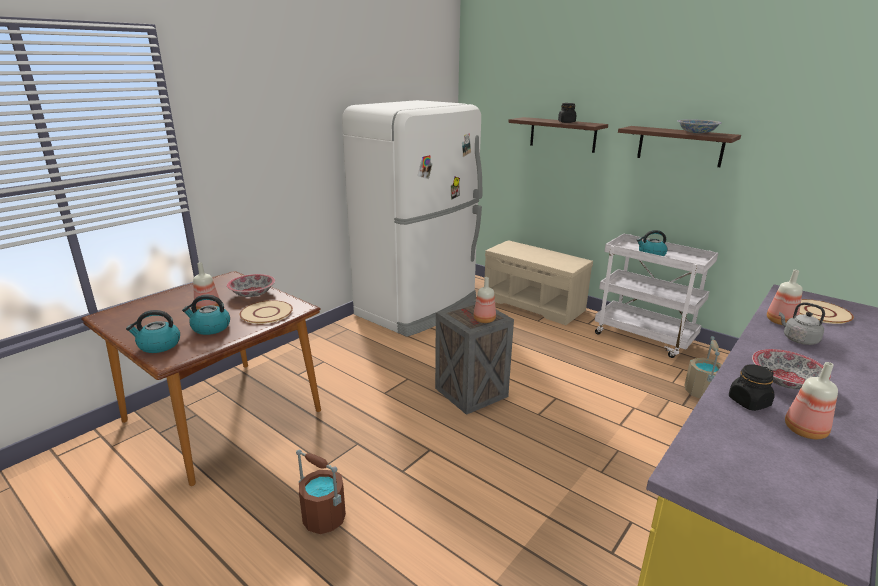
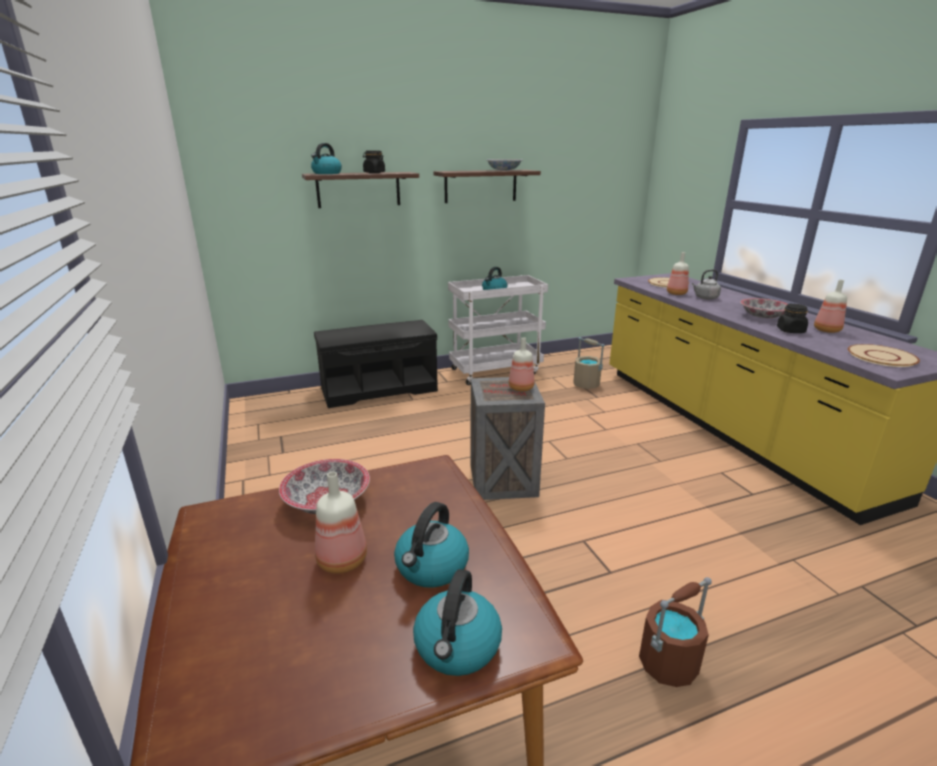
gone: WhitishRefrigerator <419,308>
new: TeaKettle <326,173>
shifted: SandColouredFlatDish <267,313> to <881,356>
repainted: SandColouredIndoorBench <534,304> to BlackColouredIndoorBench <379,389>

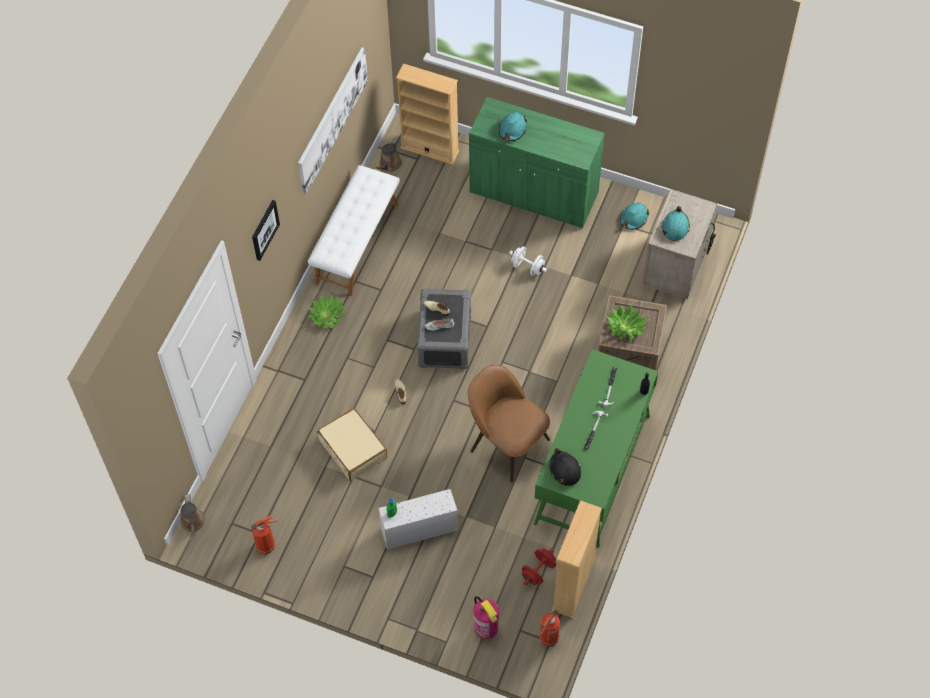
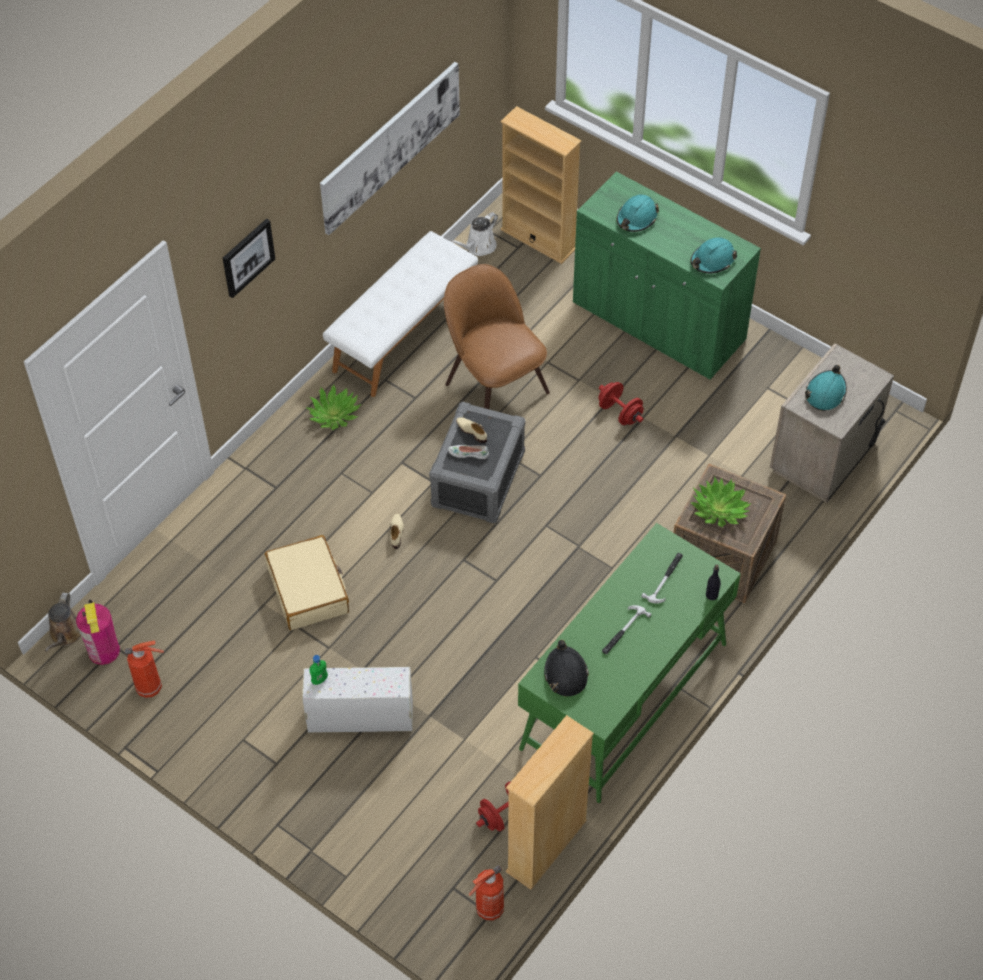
shifted: Extinguisher <486,627> to <104,650>; BrownUprightChair <507,443> to <494,385>; TurquoiseColouredSafetyHelmet <633,218> to <712,260>
repainted: BrownWateringCan <389,165> to WhitishWateringCan <478,247>; WhitishDumbbell <527,267> to ReddishDumbbell <620,413>

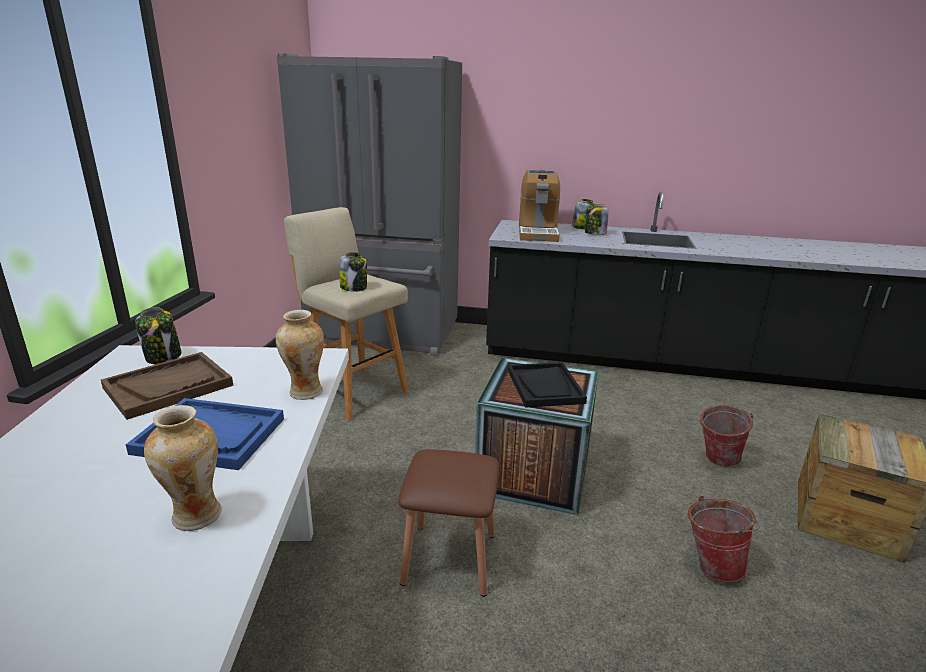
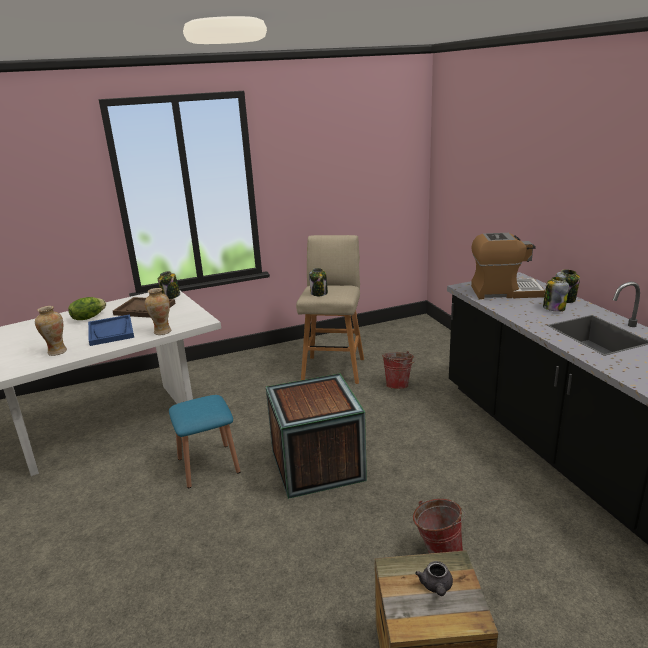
gone: GrayRefrigerator <382,334>; BlackColouredTray <545,386>
new: LettuceHead <88,317>; GrayTeaPot <436,587>
shifted: Bucket <711,564> to <398,385>
repainted: BrownStoolSeat <449,558> to BlueColouredStoolSeat <208,465>
rotated: CoffeeBrewer <537,233> = <504,292> 150 degrees counterclockwise

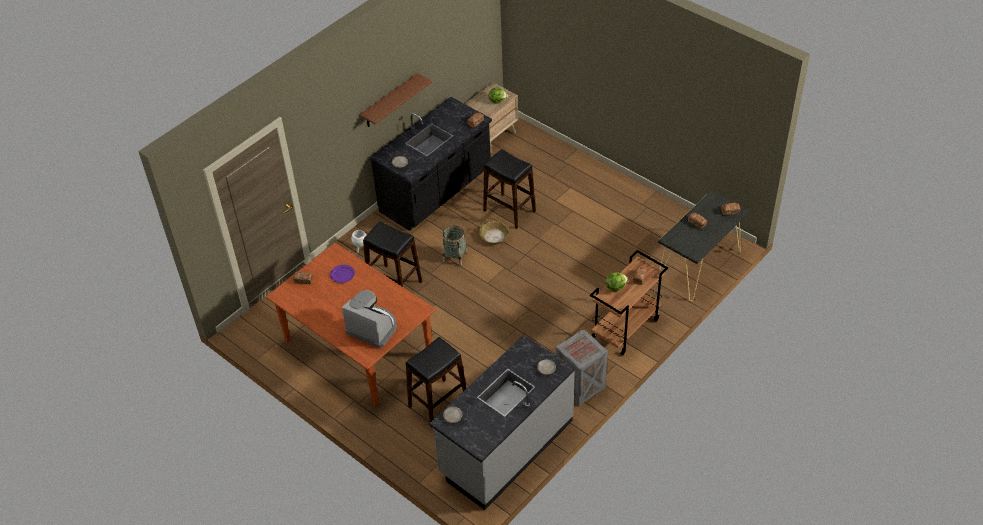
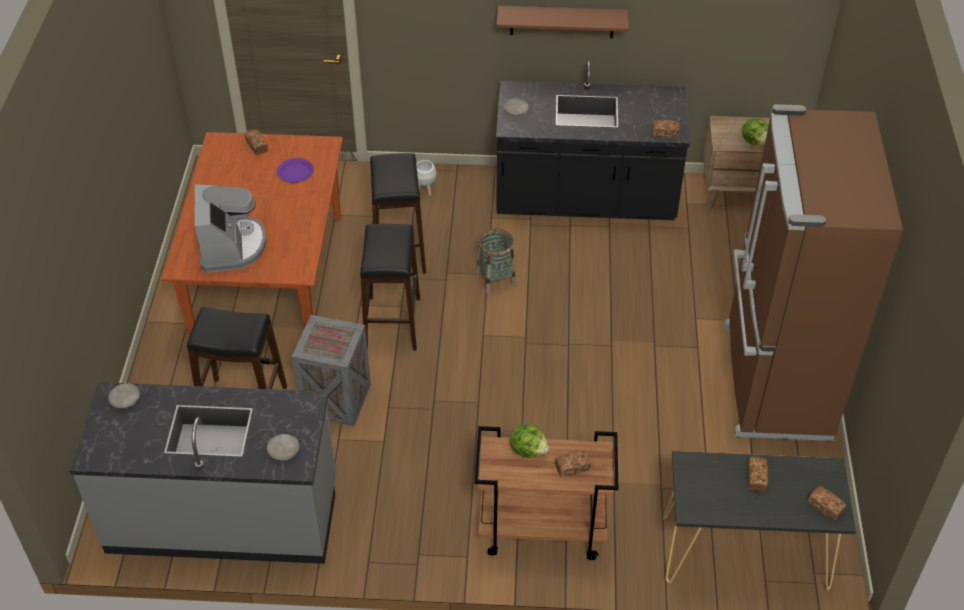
gone: Basket <494,236>
new: BrownRefrigerator <773,382>
shifted: ShippingCrate <581,385> to <337,401>; BlackColouredStoolSeat <509,211> to <392,323>

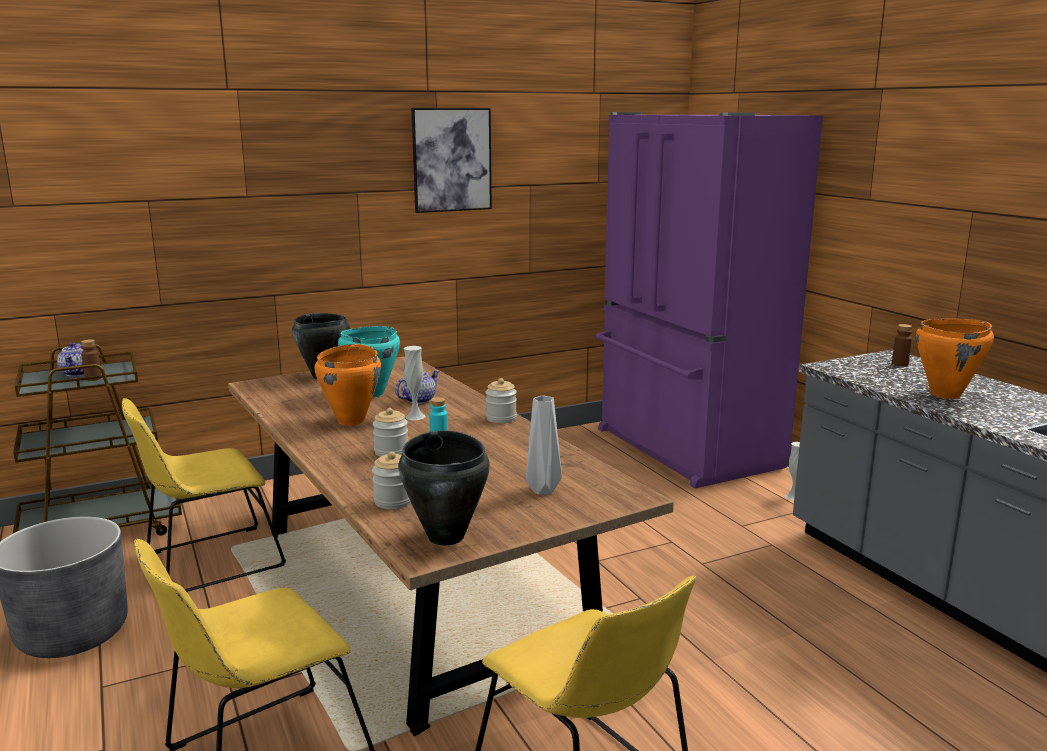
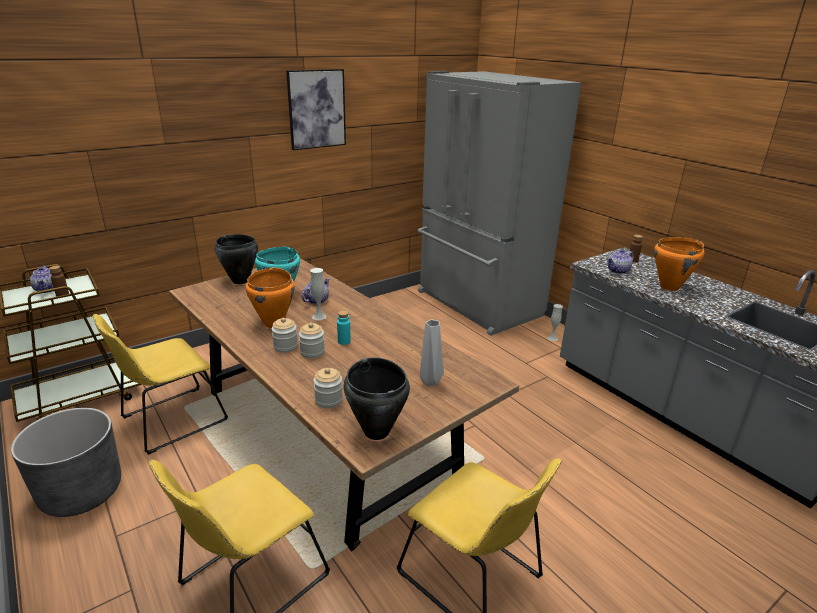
new: TeaPot <618,271>
shifted: PreserveJar <501,418> to <285,346>
repainted: PurplishRefrigerator <684,449> to GrayRefrigerator <477,304>

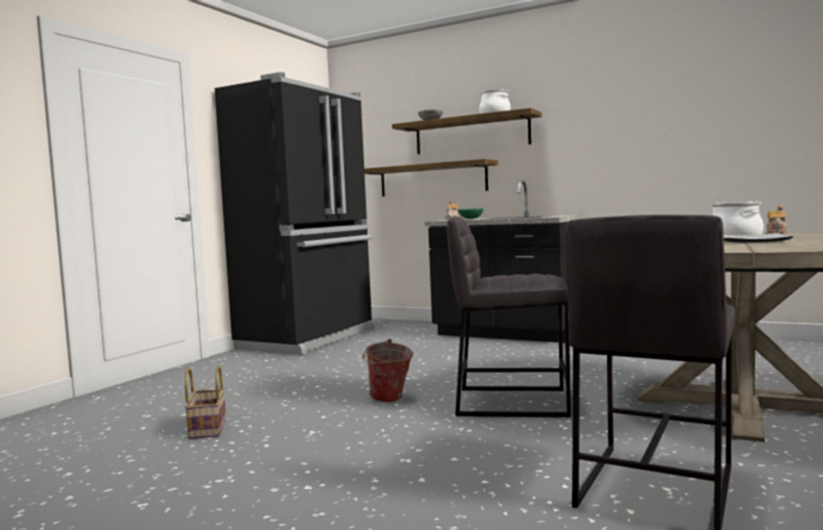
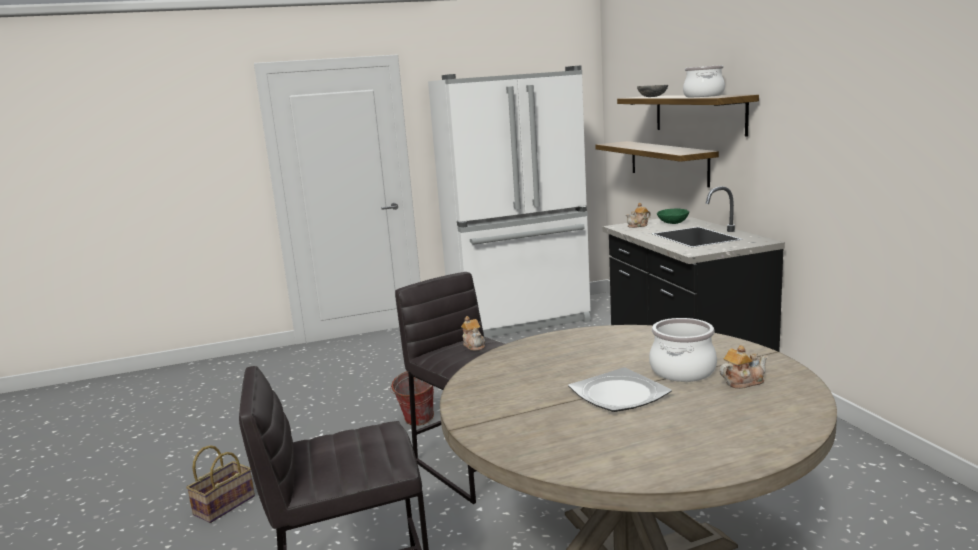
new: TeaPot <474,345>
shifted: Basket <207,428> to <225,504>
repainted: BlackColouredRefrigerator <310,339> to WhitishRefrigerator <520,321>

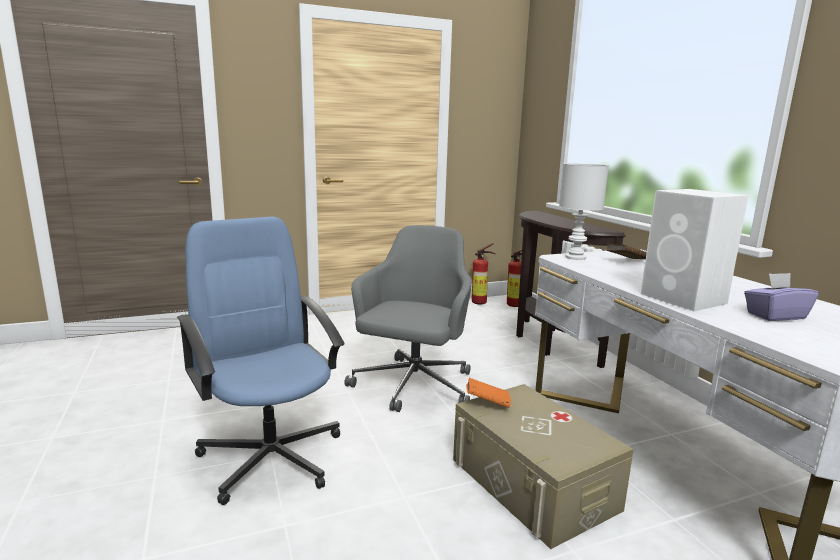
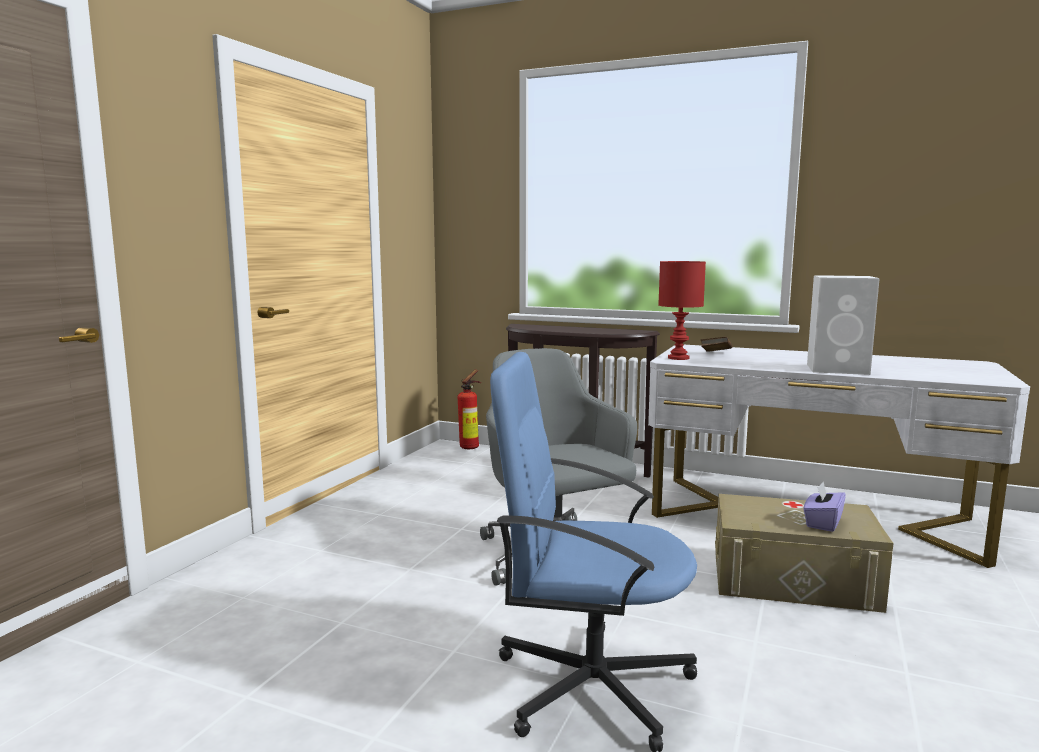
gone: OrangeColouredBook <487,403>; Extinguisher <481,302>
shifted: PurplishTissueBox <775,316> to <822,523>
repainted: WhitishTableLamp <575,257> to ReddishTableLamp <678,358>

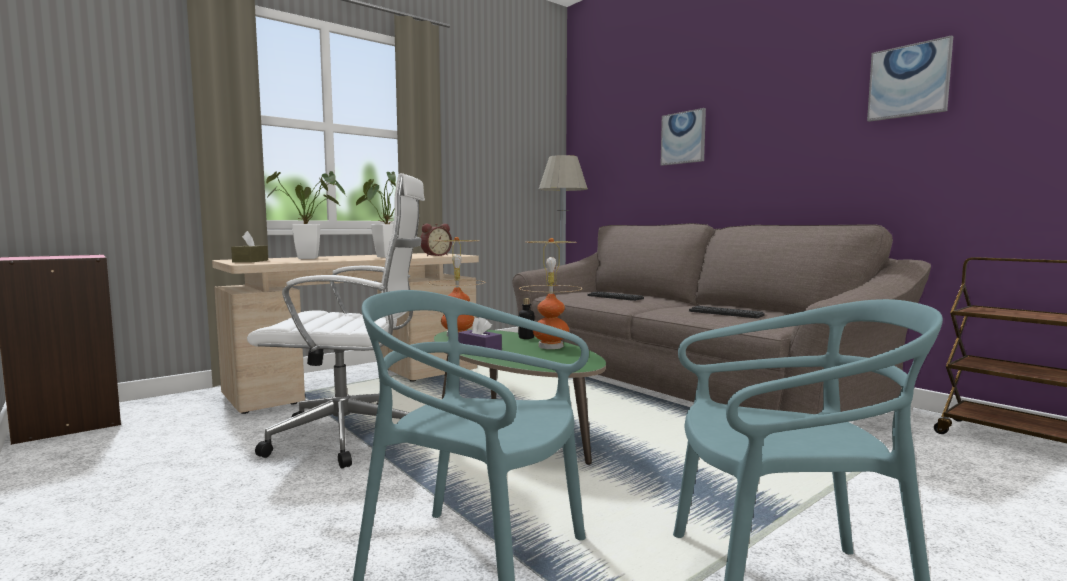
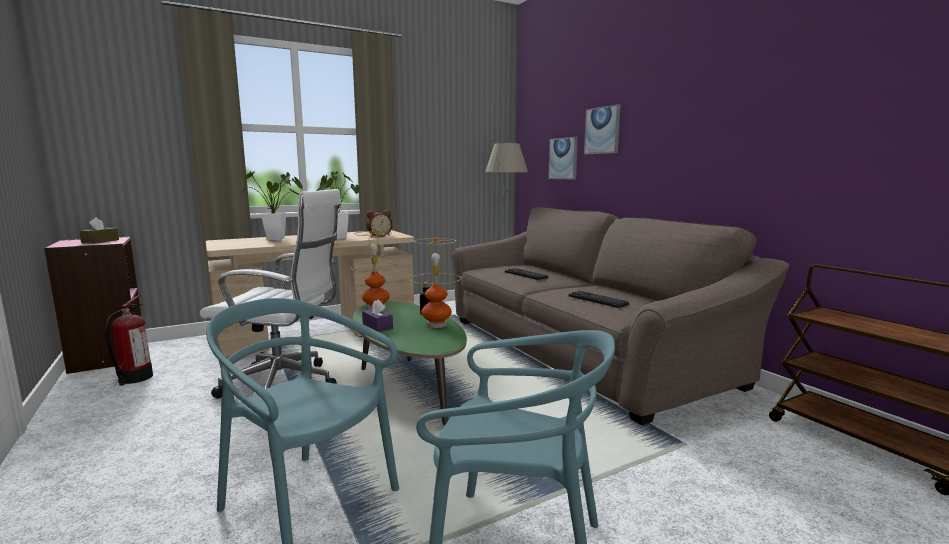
new: Extinguisher <134,378>
shifted: BrownTissueBox <250,261> to <100,241>; WallPicture <908,81> to <563,158>

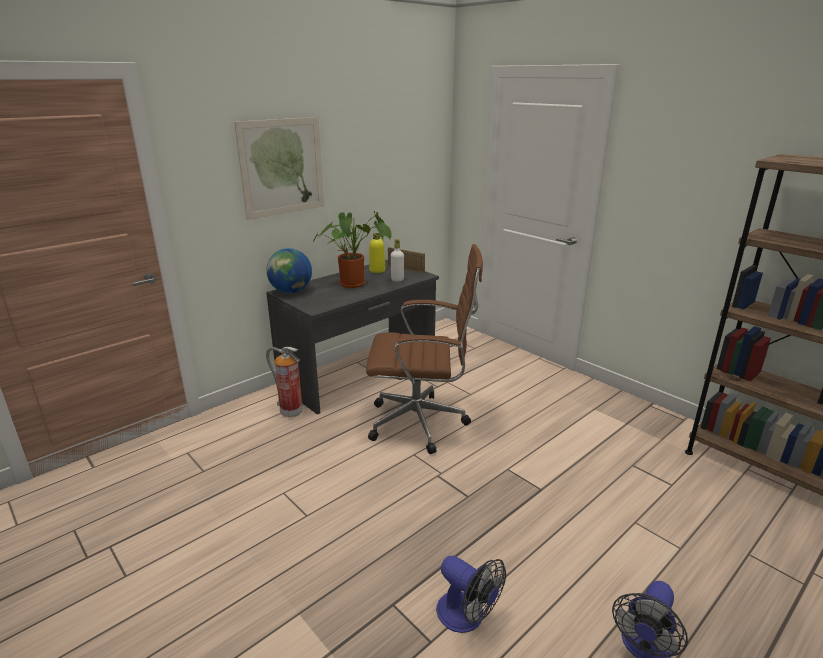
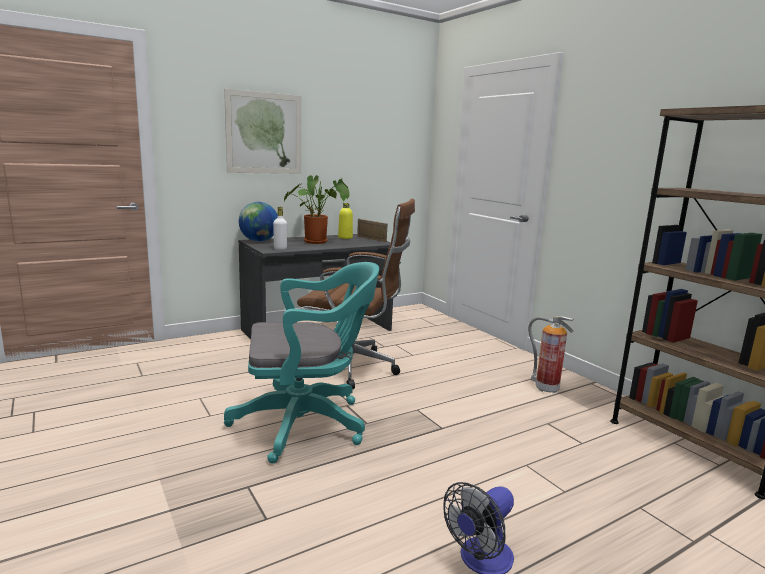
gone: ElectricFan <467,617>
new: TurquoiseColouredComputerChair <307,423>
shifted: WhitishBottle <397,280> to <280,249>; Extinguisher <290,412> to <545,388>

